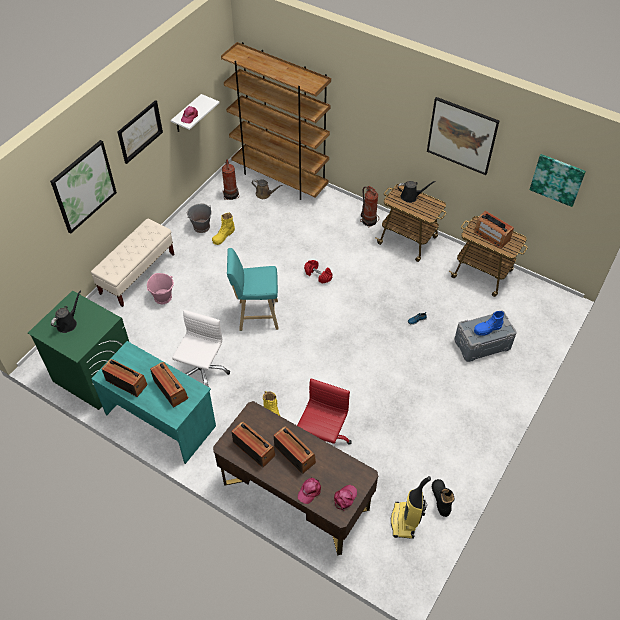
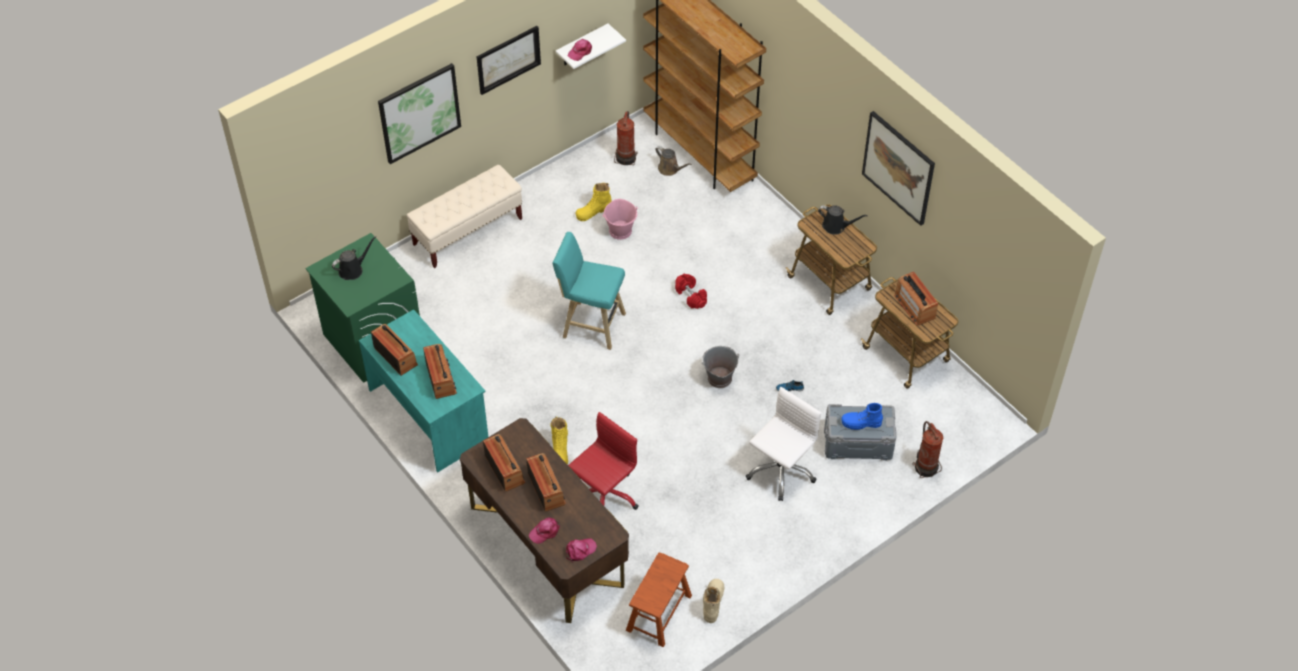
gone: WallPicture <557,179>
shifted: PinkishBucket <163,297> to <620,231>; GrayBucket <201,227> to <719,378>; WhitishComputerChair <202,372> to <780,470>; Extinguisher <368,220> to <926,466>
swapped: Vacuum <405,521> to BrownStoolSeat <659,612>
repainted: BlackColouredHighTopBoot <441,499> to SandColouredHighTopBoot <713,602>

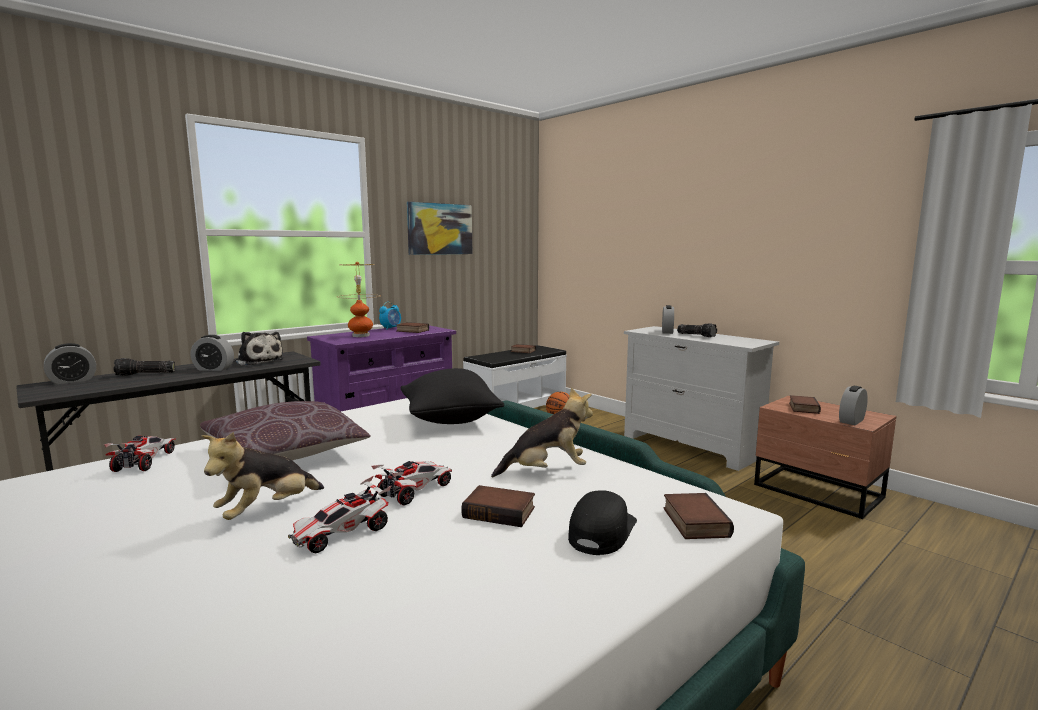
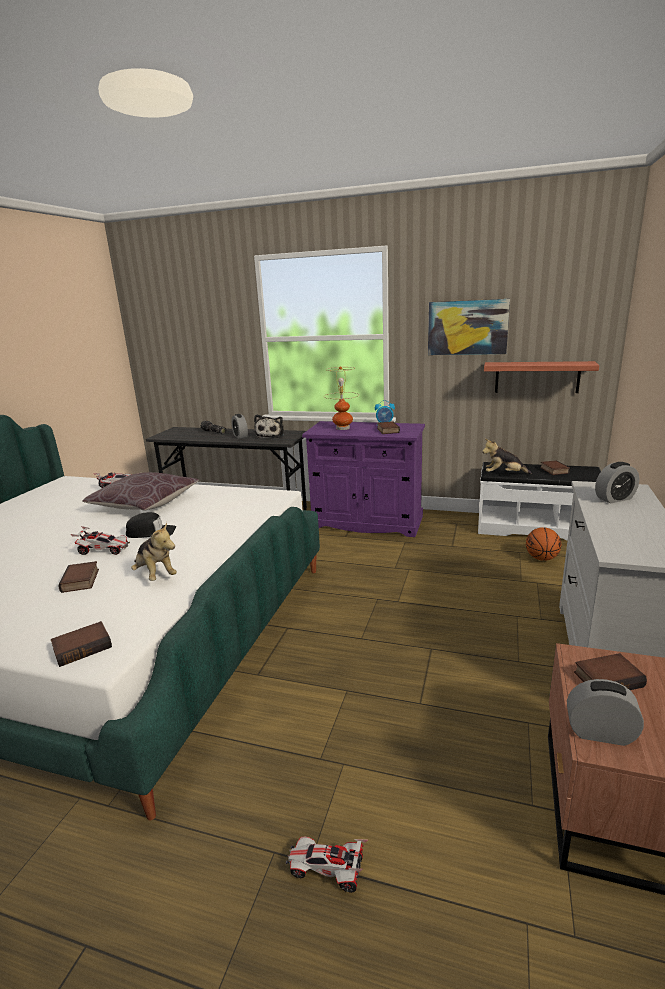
gone: AlarmClock <72,381>; BlackColouredPillow <450,420>; Flashlight <696,335>
new: Shelf <537,377>
shifted: BlackColouredCap <602,531> to <151,532>; MiniatureCar <342,534> to <327,870>; PlushToy <267,511> to <504,474>

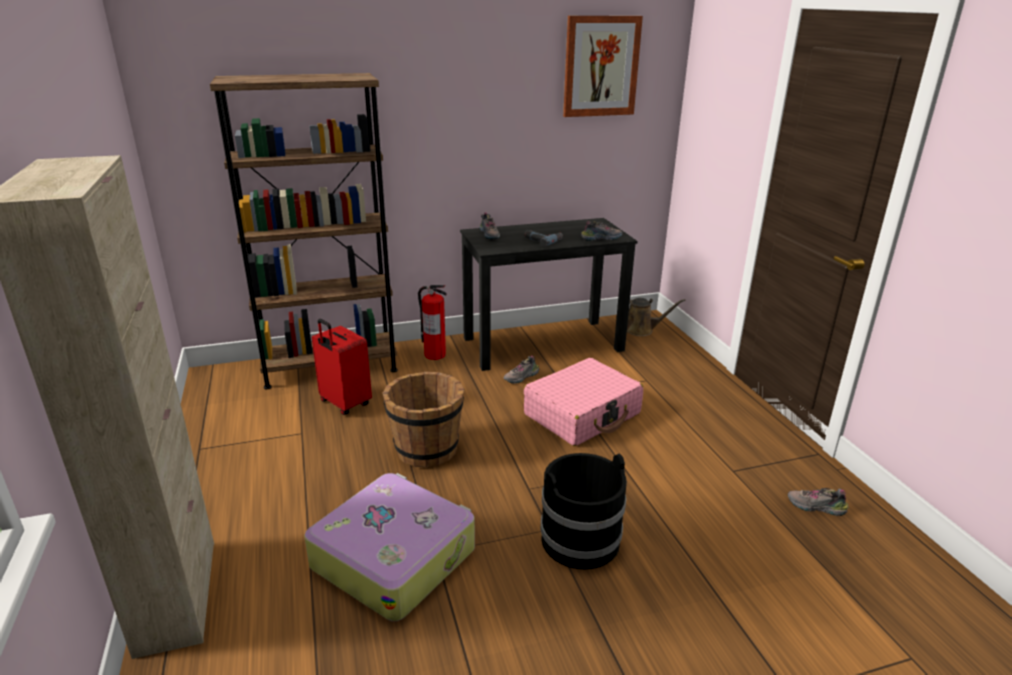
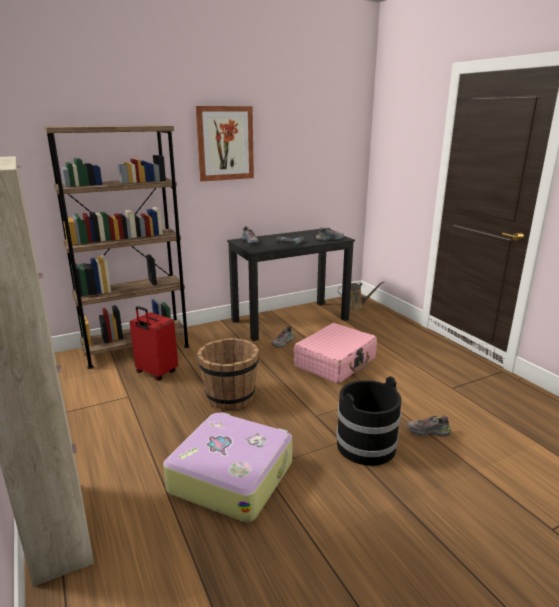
gone: Extinguisher <434,354>
shifted: WallPicture <601,66> to <225,143>; Shoe <815,507> to <428,432>

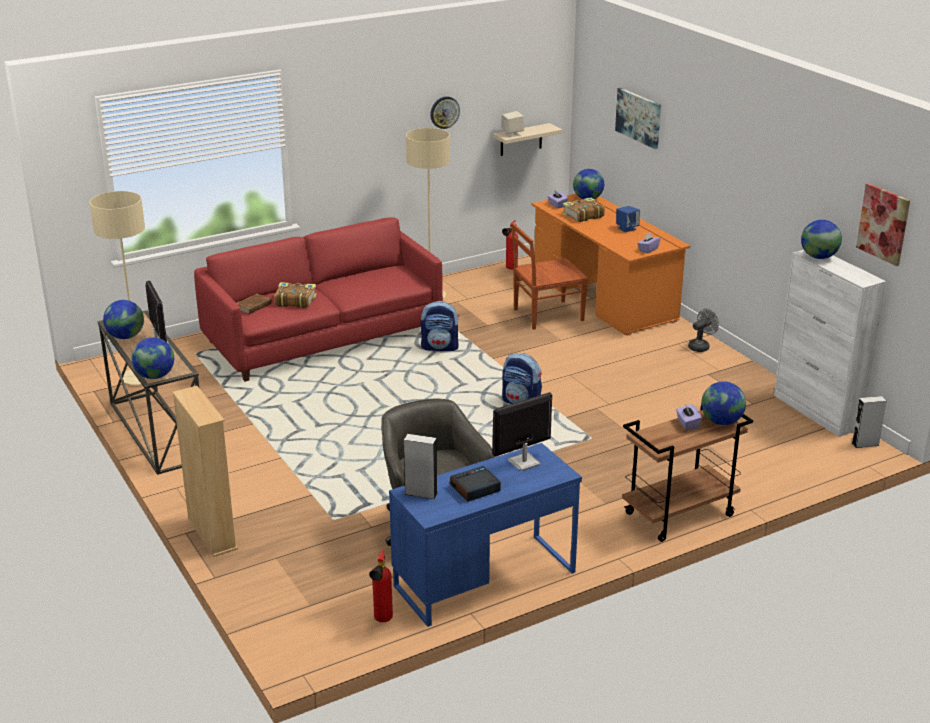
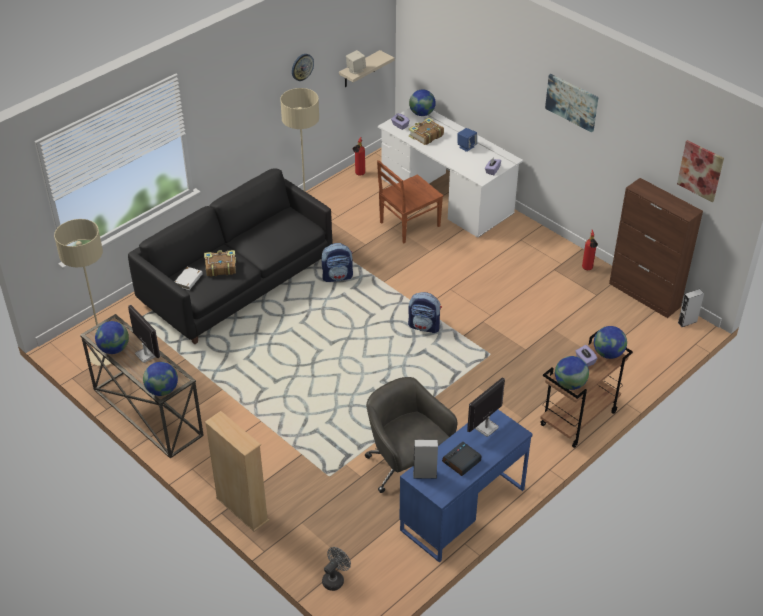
shifted: GrayElectricFan <701,346> to <335,579>; WallPicture <639,117> to <572,102>; DeskGlobe <818,257> to <570,384>; Extinguisher <382,621> to <587,269>
repainted: ReddishSofa <323,337> to BlackColouredSofa <237,281>; BrownBook <253,306> to WhitishBook <189,280>; OrangeColouredDeskUnit <604,297> to WhitishDeskUnit <446,196>; WhitishCupboard <816,412> to BrownCupboard <644,295>

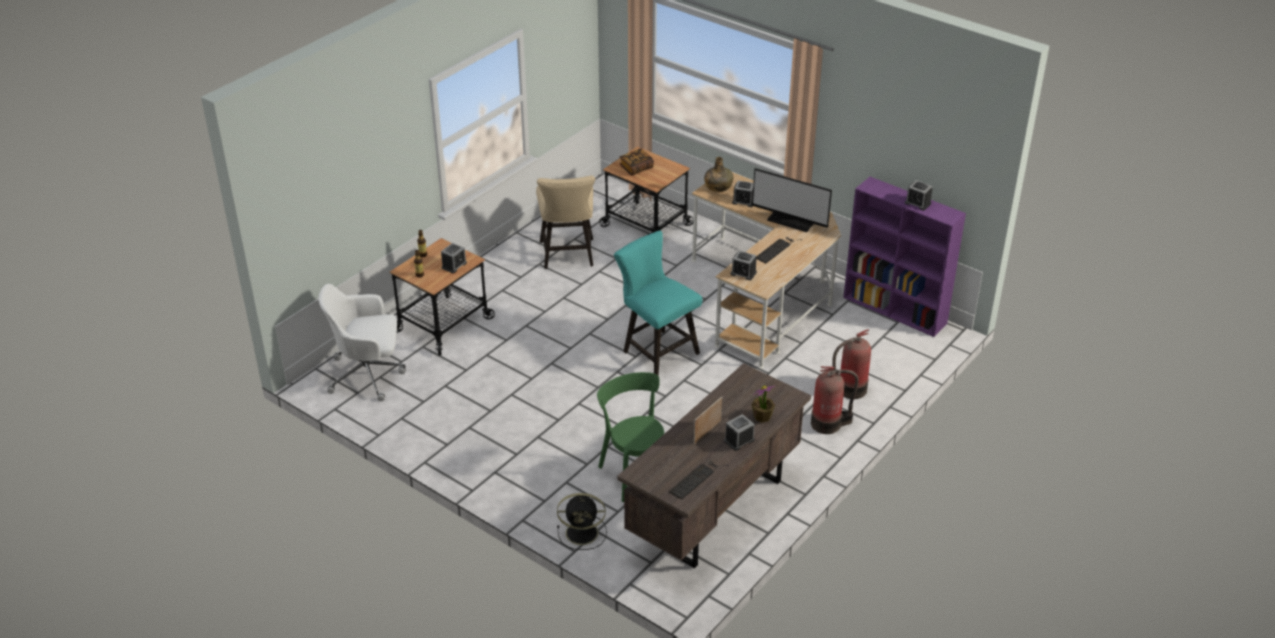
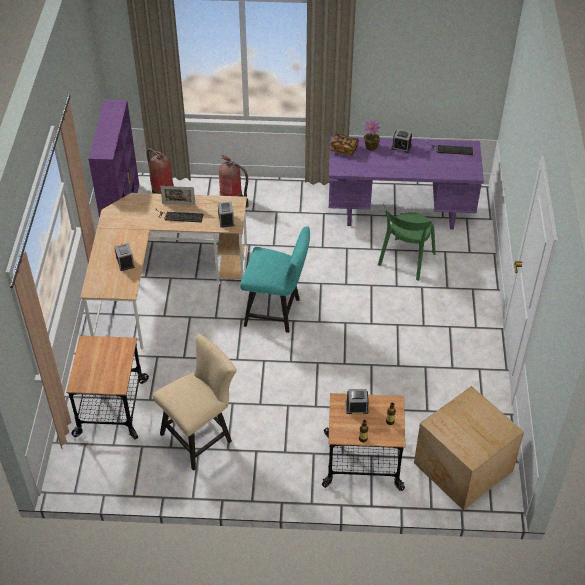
gone: BlackColouredElectricFan <583,533>; GreenColouredBottle <718,186>; ComputerDisplay <791,220>; AlarmClock <917,203>
shifted: Extinguisher <828,423> to <162,192>; PictureFrame <707,432> to <178,204>; Book <636,168> to <343,149>
swapped: WhitishComputerChair <368,374> to PackingBox <463,468>
repainted: BrownDeskUnit <714,511> to PurplishDeskUnit <400,212>
rotated: TurquoiseColouredUprightChair <656,351> = <276,312> 90 degrees counterclockwise

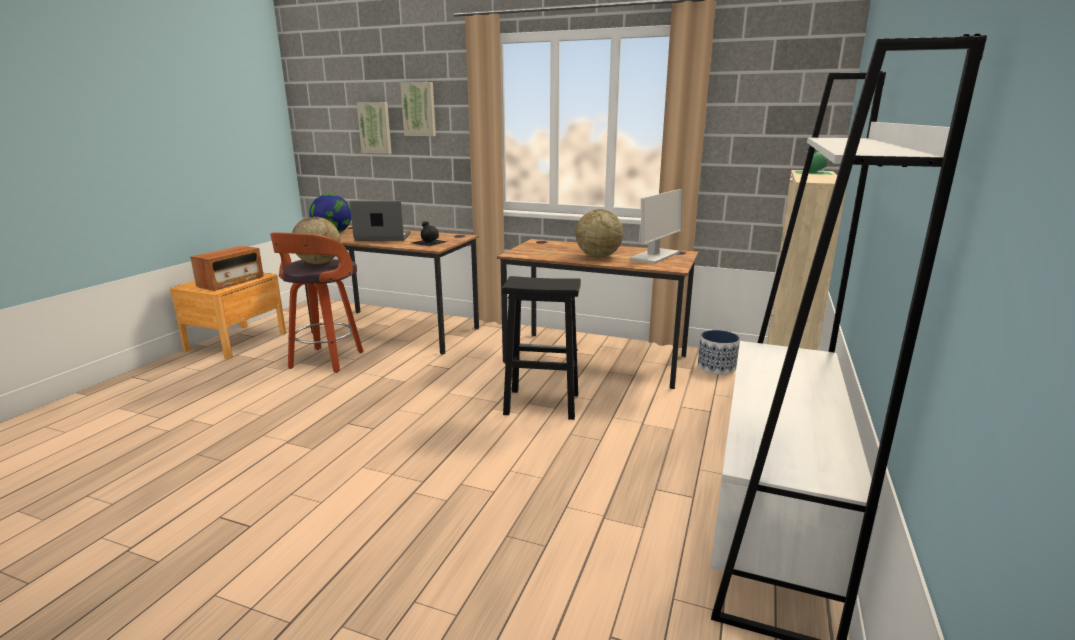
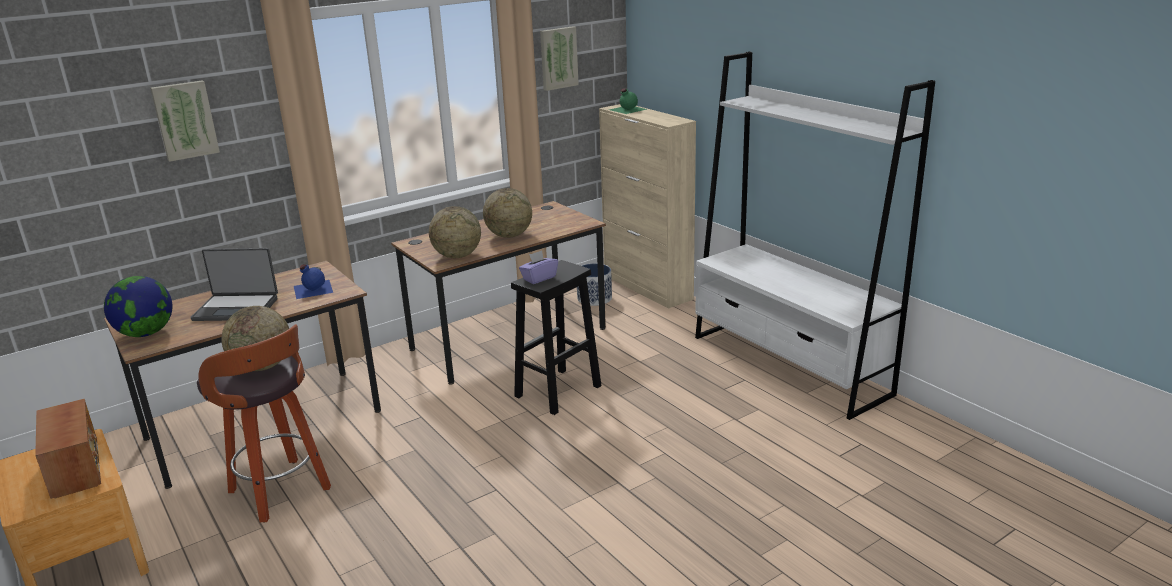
gone: ComputerDisplay <655,256>
new: DeskGlobe <457,256>; PurplishTissueBox <539,278>
shifted: WallPicture <375,128> to <558,58>
repainted: BlackColouredBottle <429,242> to BlueColouredBottle <312,289>
rotated: NotebookComputer <382,237> = <237,308> 120 degrees counterclockwise

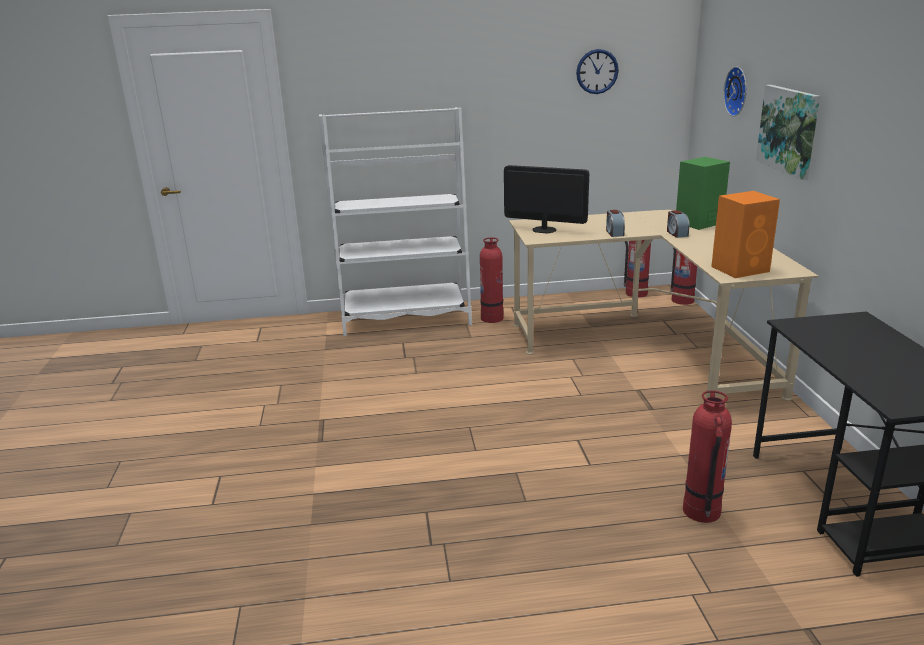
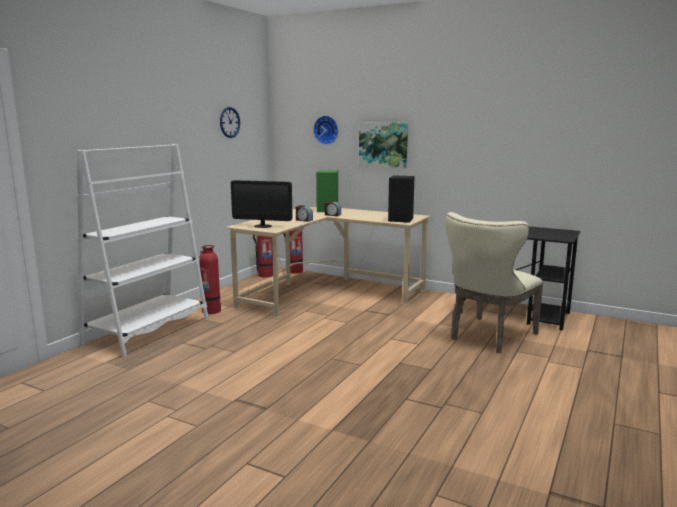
swapped: Extinguisher <701,511> to SandColouredUprightChair <489,337>
repainted: OrangeColouredAudioSpeaker <741,269> to BlackColouredAudioSpeaker <400,219>
rotated: ComputerDisplay <544,230> = <263,226> 135 degrees counterclockwise

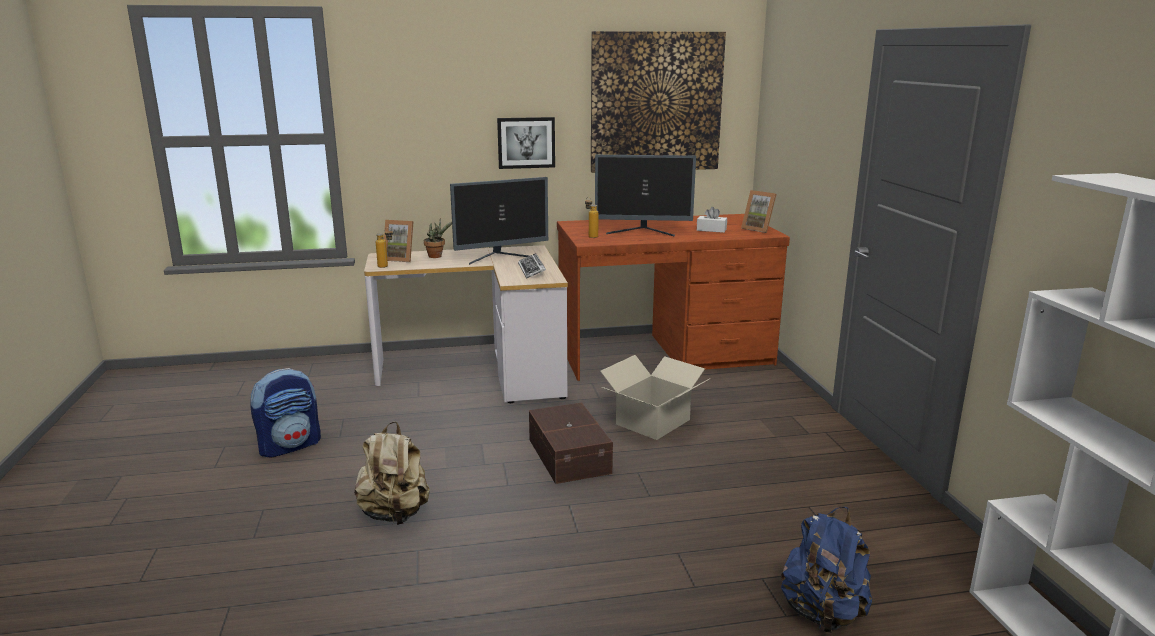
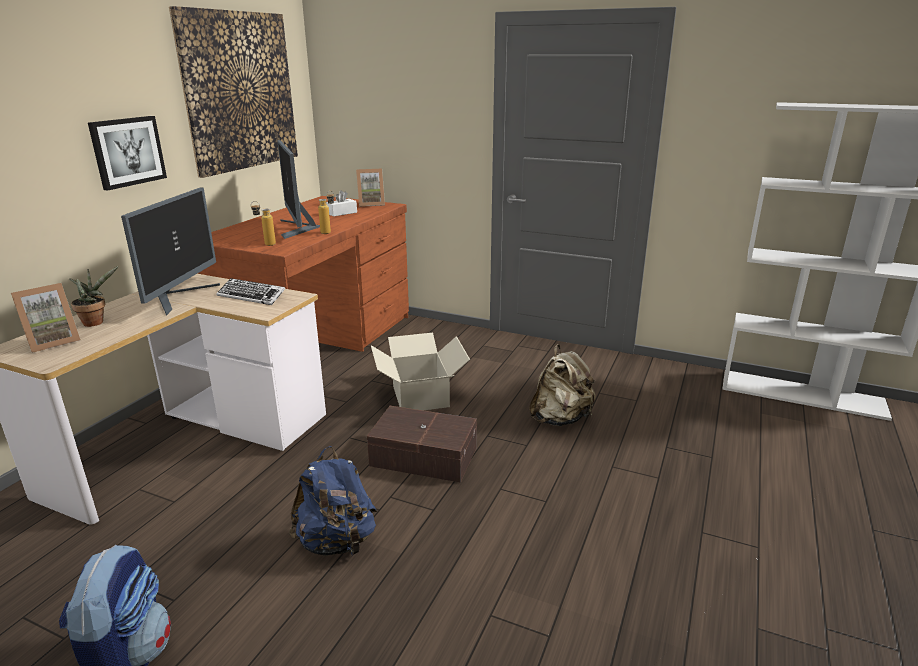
shifted: BlueColouredRucksack <823,613> to <337,542>; Bottle <386,267> to <329,232>; SandColouredRucksack <395,514> to <560,419>
rotated: ComputerDisplay <643,232> = <298,229> 120 degrees clockwise

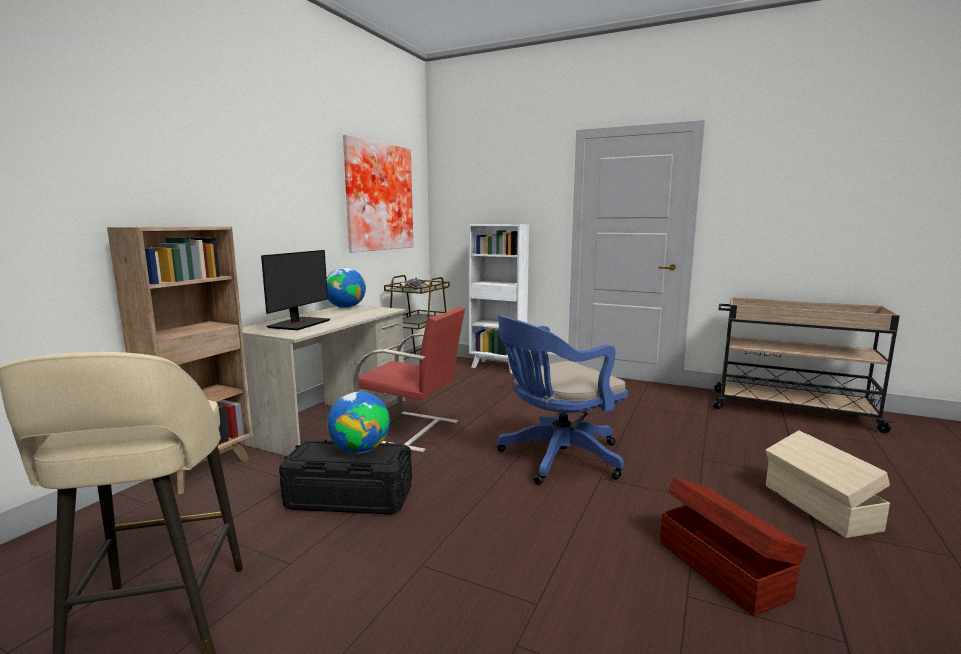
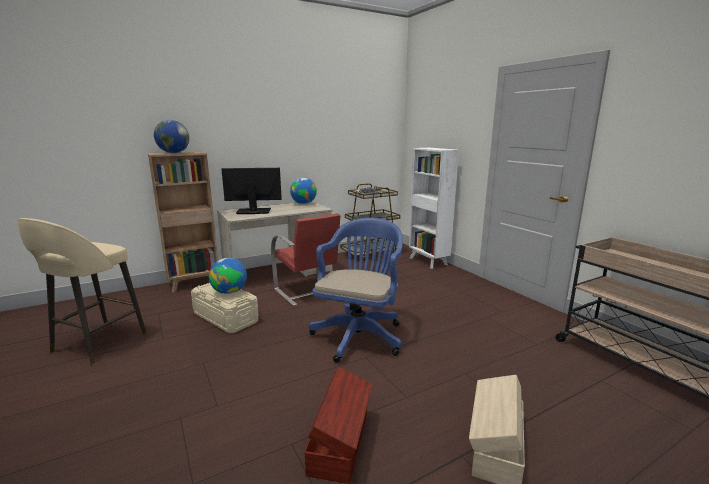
gone: WallPicture <377,197>
new: DeskGlobe <174,153>
repainted: BlackColouredStorageBin <349,497> to SandColouredStorageBin <225,317>
rotated: ComputerDisplay <298,324> = <253,211> 150 degrees counterclockwise; BlueColouredComputerChair <556,458> = <360,334> 105 degrees clockwise

